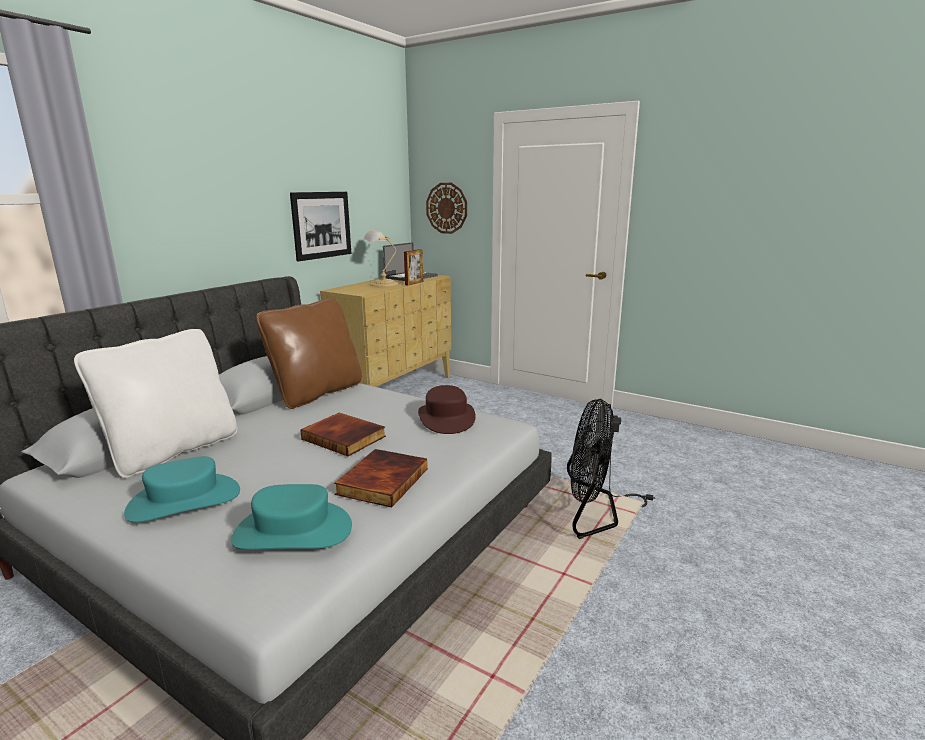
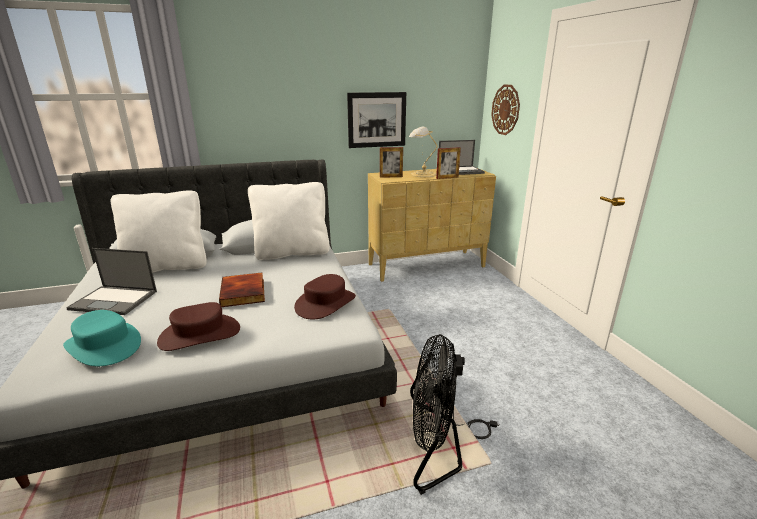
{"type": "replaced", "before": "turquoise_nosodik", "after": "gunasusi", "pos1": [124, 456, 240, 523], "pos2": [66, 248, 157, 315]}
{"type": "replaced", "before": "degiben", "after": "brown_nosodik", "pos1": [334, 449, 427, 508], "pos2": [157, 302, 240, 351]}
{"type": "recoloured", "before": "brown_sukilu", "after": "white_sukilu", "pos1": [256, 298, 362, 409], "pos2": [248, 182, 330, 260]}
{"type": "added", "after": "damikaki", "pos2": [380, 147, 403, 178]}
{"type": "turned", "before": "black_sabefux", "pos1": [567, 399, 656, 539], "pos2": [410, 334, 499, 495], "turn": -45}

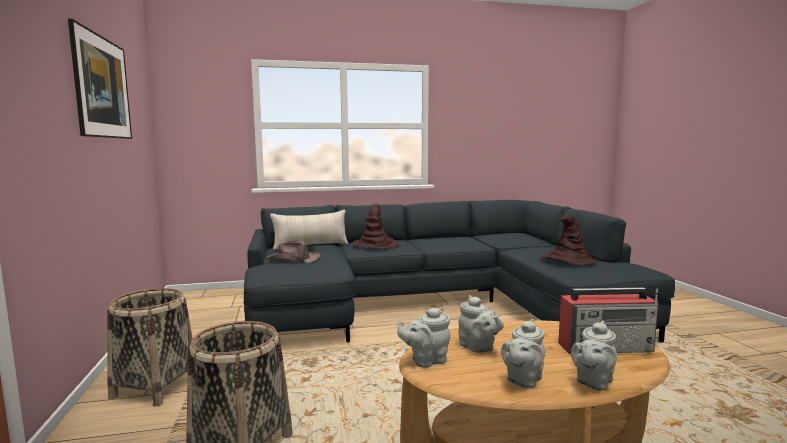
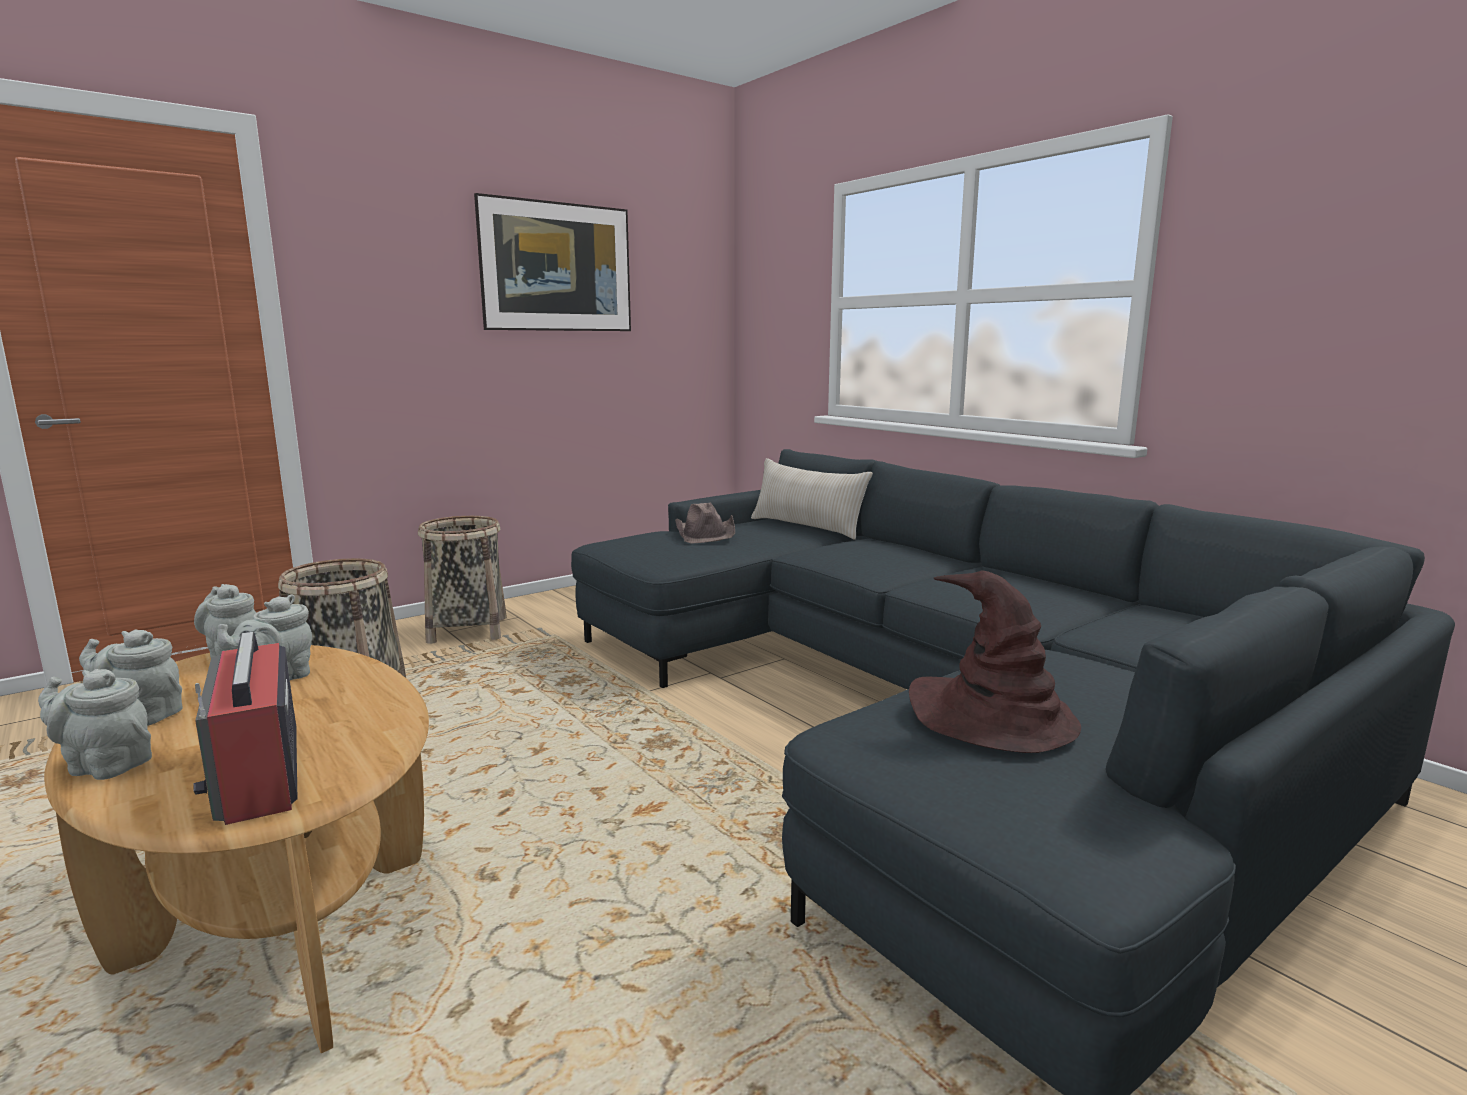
{"type": "removed", "before": "brown_nosodik", "pos1": [353, 204, 399, 249]}

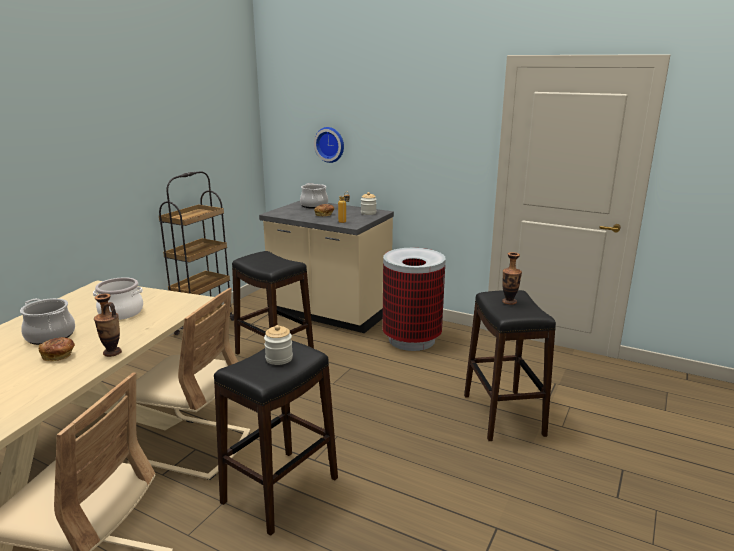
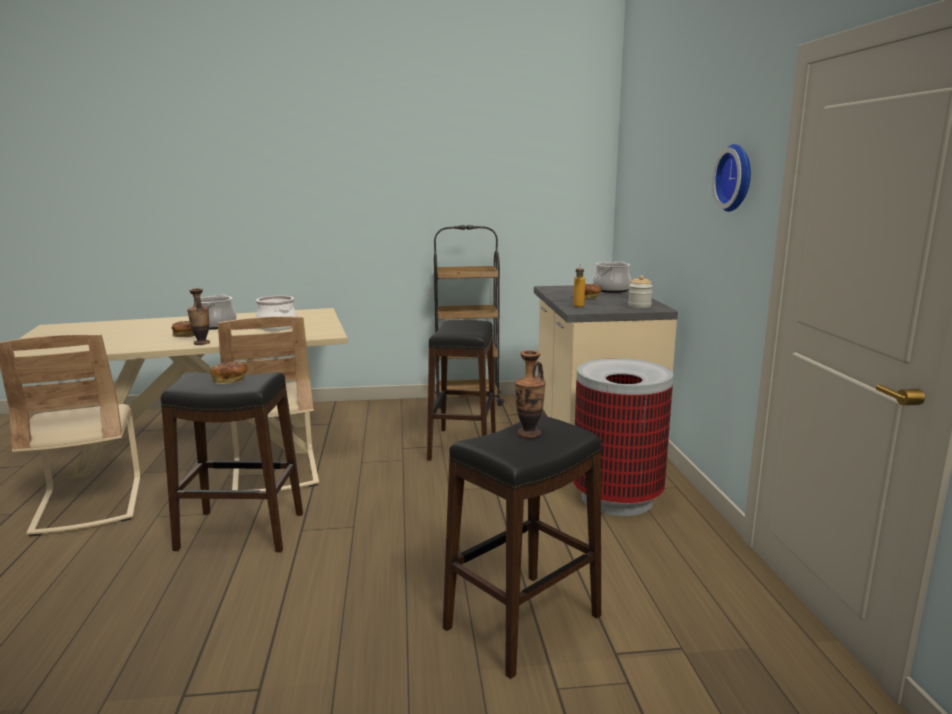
{"type": "replaced", "before": "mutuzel", "after": "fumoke", "pos1": [264, 325, 293, 365], "pos2": [210, 361, 248, 384]}
{"type": "moved", "before": "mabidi", "pos1": [314, 127, 344, 163], "pos2": [712, 144, 751, 212]}

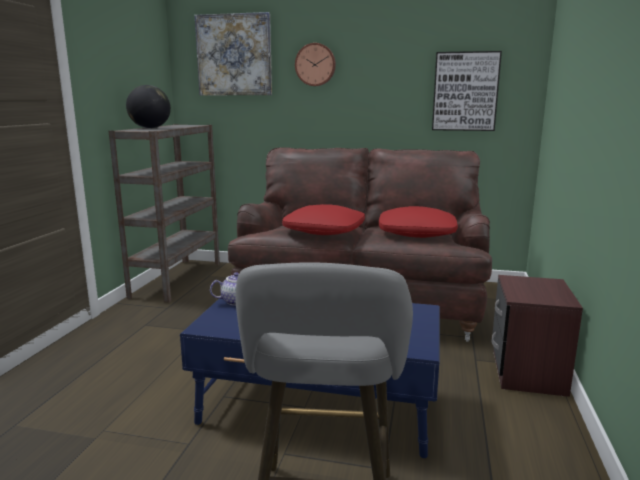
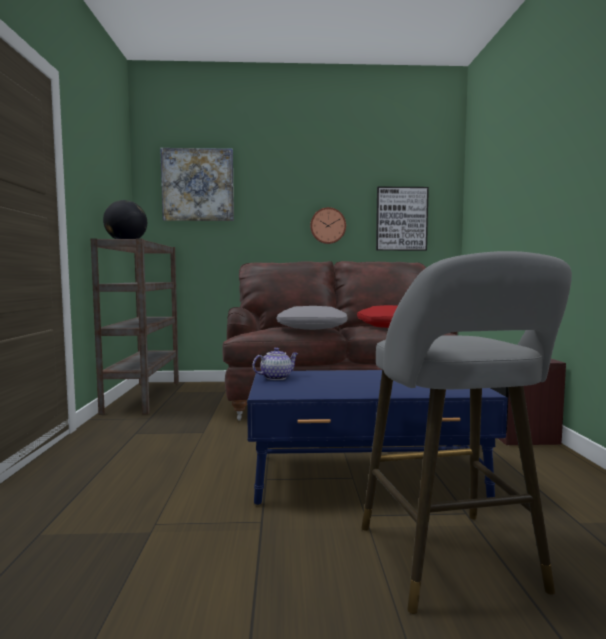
{"type": "recoloured", "before": "red_sukilu", "after": "grey_sukilu", "pos1": [282, 204, 365, 235], "pos2": [276, 306, 348, 330]}
{"type": "moved", "before": "mabidi", "pos1": [295, 43, 336, 86], "pos2": [310, 207, 346, 244]}

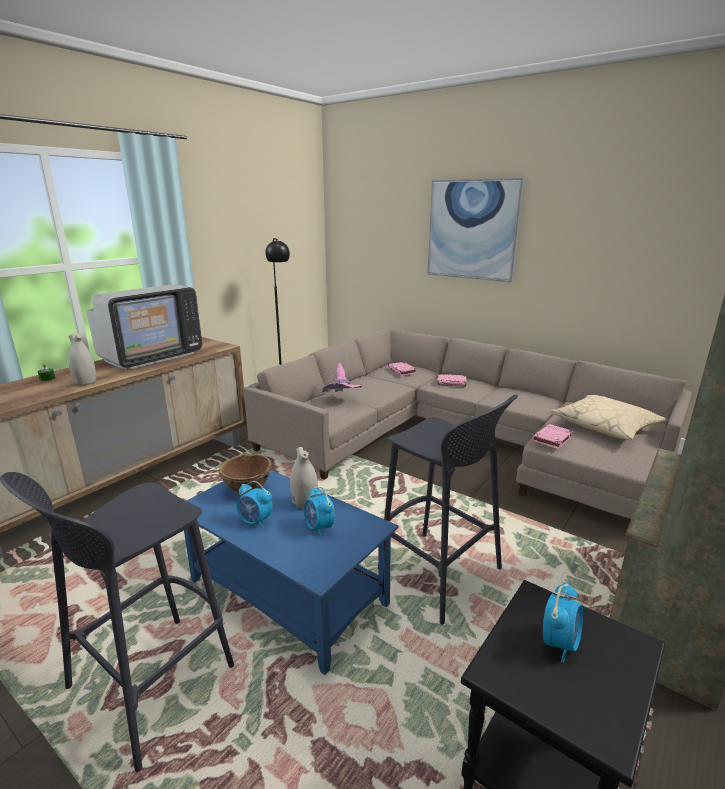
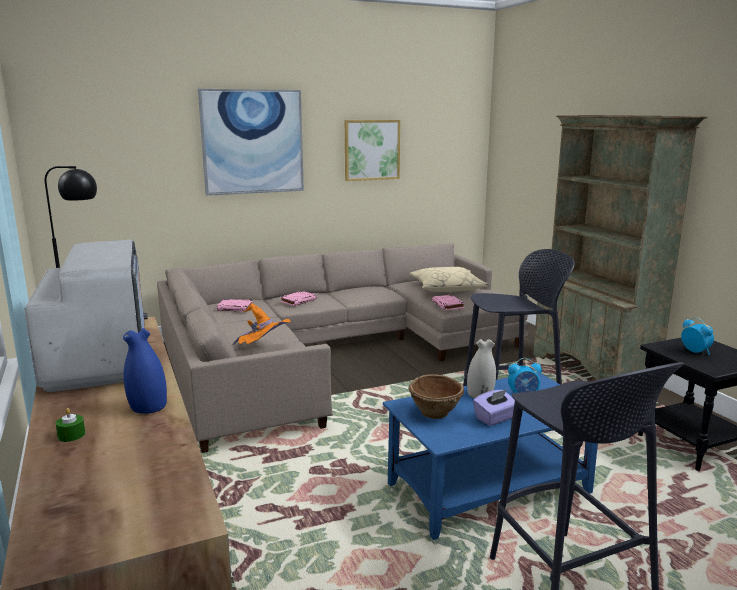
{"type": "recoloured", "before": "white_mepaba", "after": "blue_mepaba", "pos1": [68, 333, 96, 385], "pos2": [123, 328, 167, 414]}
{"type": "recoloured", "before": "pink_nosodik", "after": "orange_nosodik", "pos1": [322, 363, 363, 392], "pos2": [232, 303, 291, 345]}
{"type": "added", "after": "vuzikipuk", "pos2": [345, 120, 400, 181]}
{"type": "replaced", "before": "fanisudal", "after": "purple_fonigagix", "pos1": [237, 481, 273, 529], "pos2": [473, 389, 515, 426]}

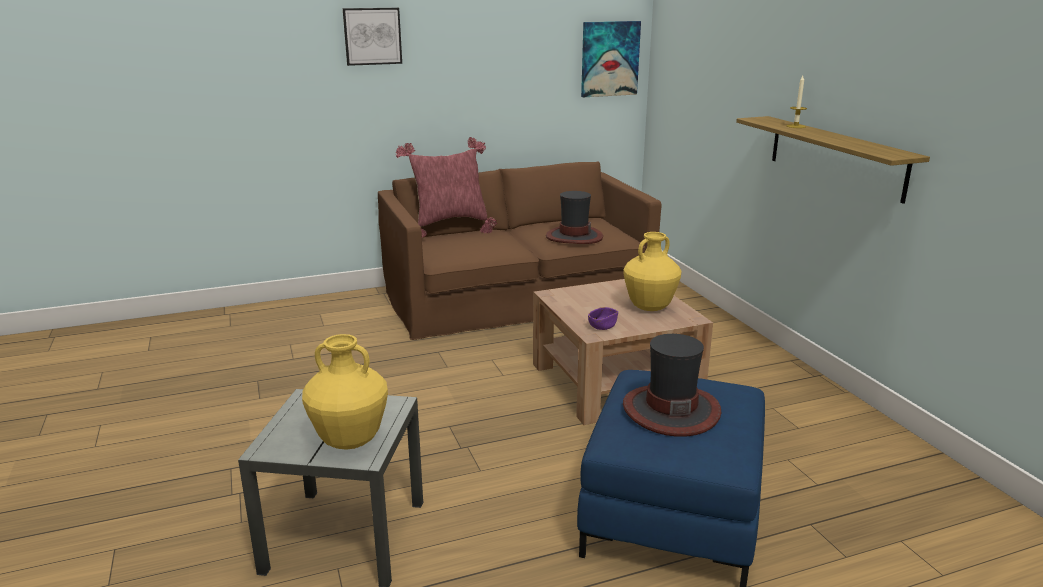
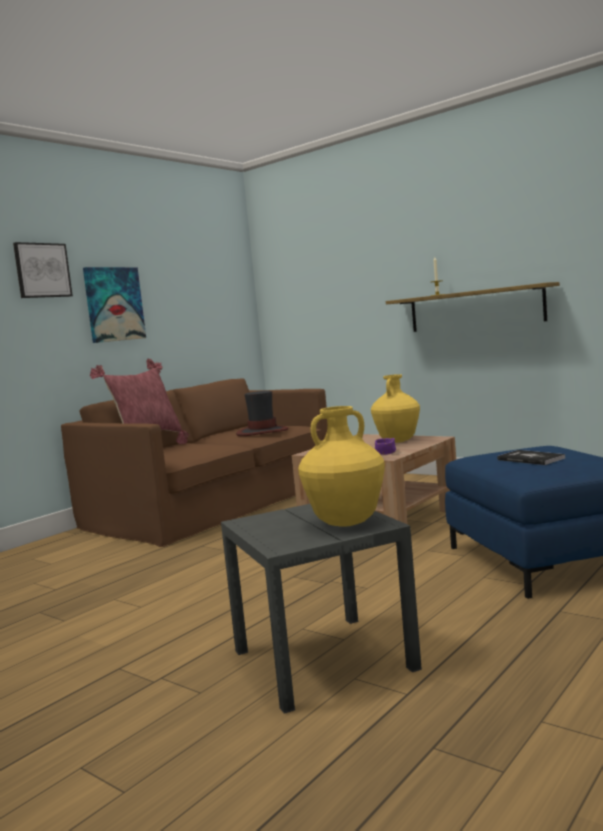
{"type": "moved", "before": "vuzikipuk", "pos1": [581, 21, 641, 97], "pos2": [83, 267, 146, 343]}
{"type": "replaced", "before": "nosodik", "after": "degiben", "pos1": [623, 334, 721, 437], "pos2": [497, 450, 565, 465]}

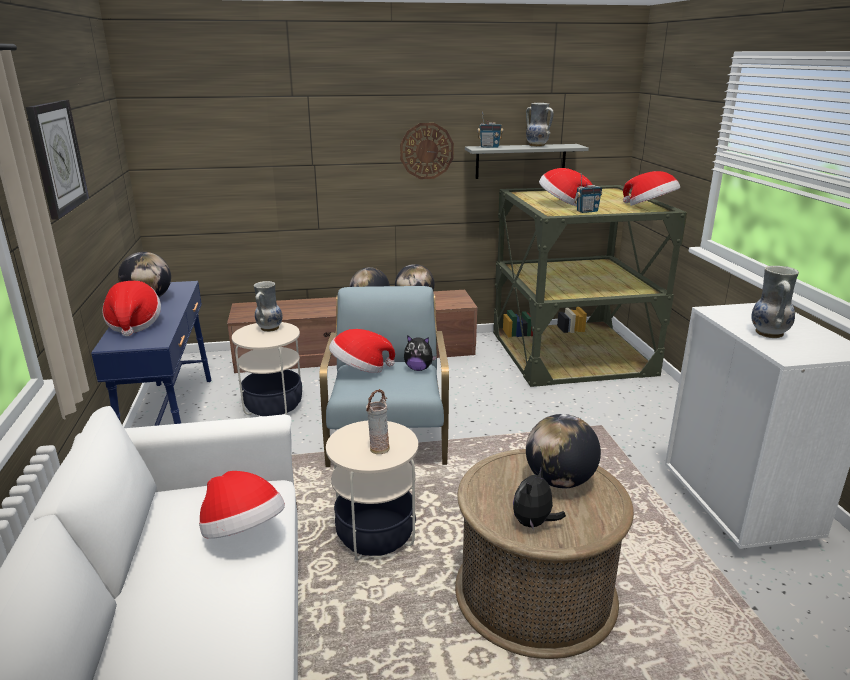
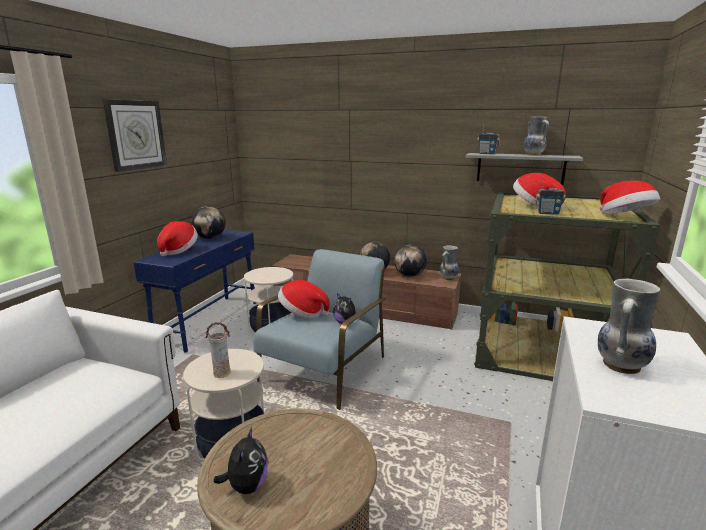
{"type": "turned", "before": "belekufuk", "pos1": [513, 467, 566, 530], "pos2": [214, 427, 268, 494], "turn": 120}
{"type": "moved", "before": "mepaba", "pos1": [254, 281, 283, 332], "pos2": [440, 245, 459, 280]}
{"type": "removed", "before": "nosodik", "pos1": [199, 471, 285, 539]}
{"type": "removed", "before": "mabidi", "pos1": [400, 123, 454, 179]}
{"type": "removed", "before": "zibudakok", "pos1": [526, 414, 601, 488]}

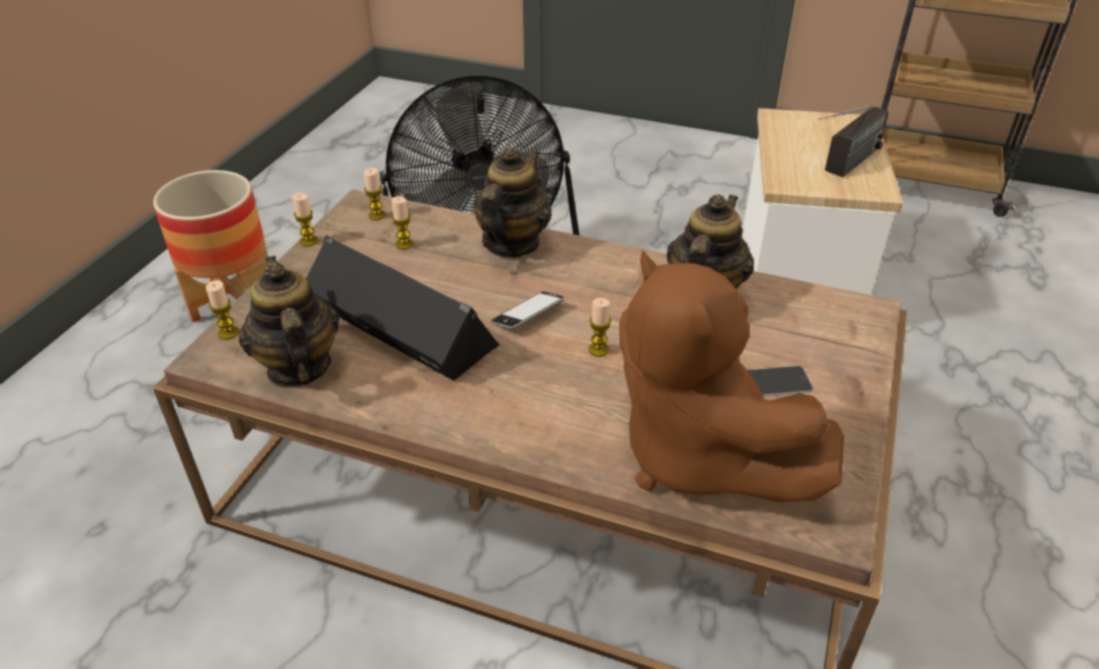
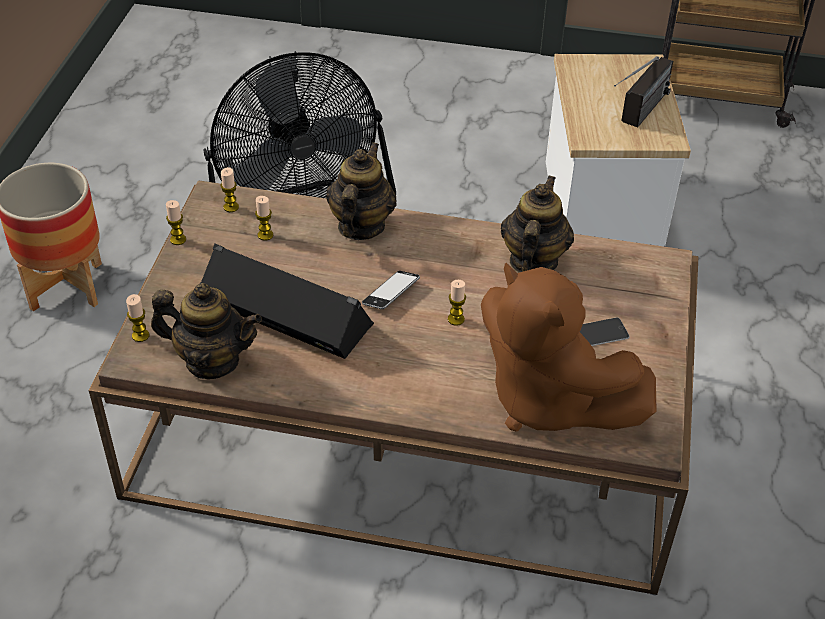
{"type": "turned", "before": "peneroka", "pos1": [239, 256, 339, 388], "pos2": [151, 283, 262, 379], "turn": 135}

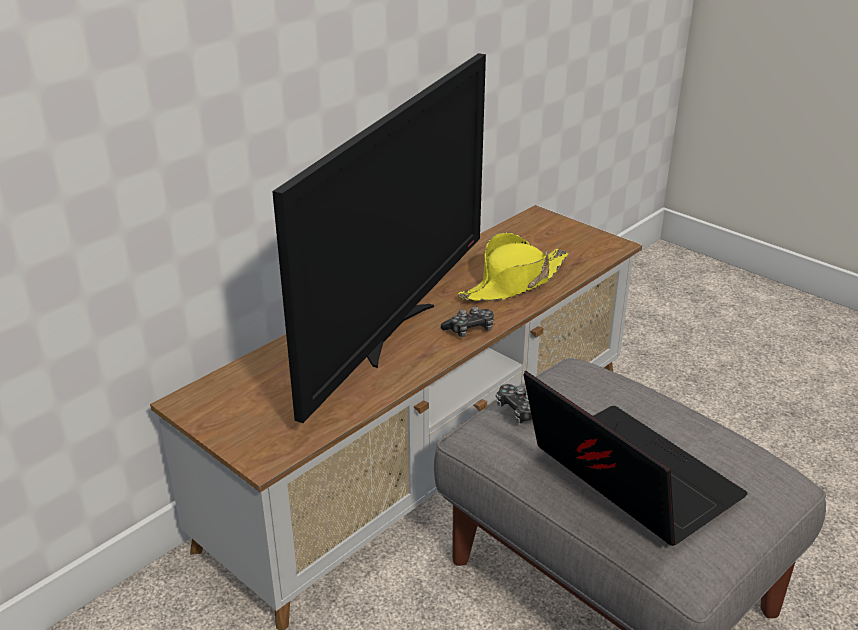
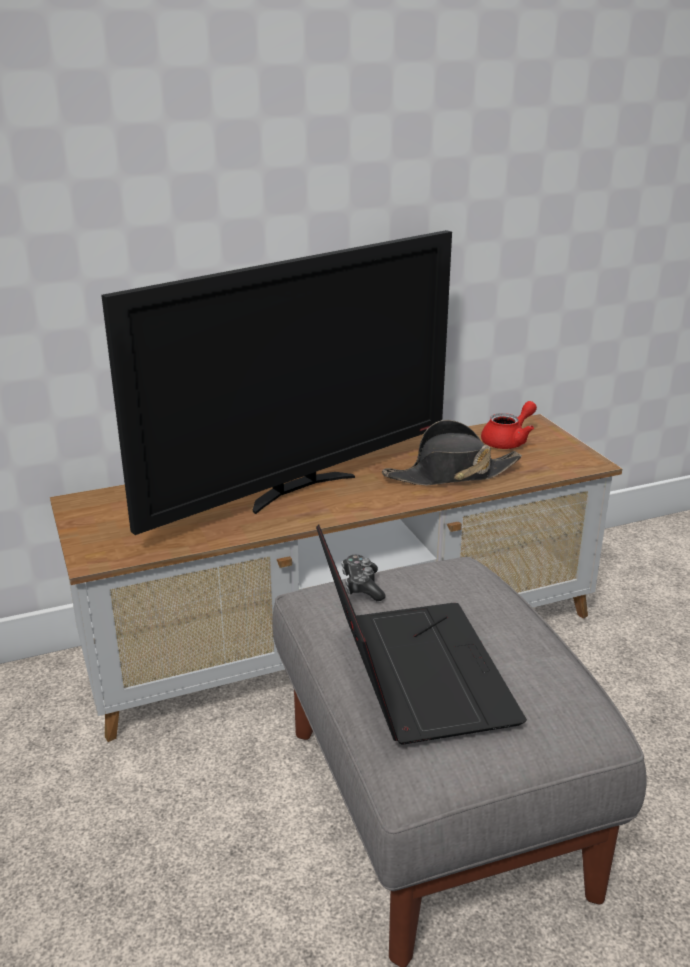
{"type": "recoloured", "before": "yellow_nosodik", "after": "black_nosodik", "pos1": [458, 233, 568, 301], "pos2": [382, 420, 522, 485]}
{"type": "added", "after": "red_peneroka", "pos2": [481, 401, 537, 449]}
{"type": "removed", "before": "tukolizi", "pos1": [441, 306, 494, 337]}

